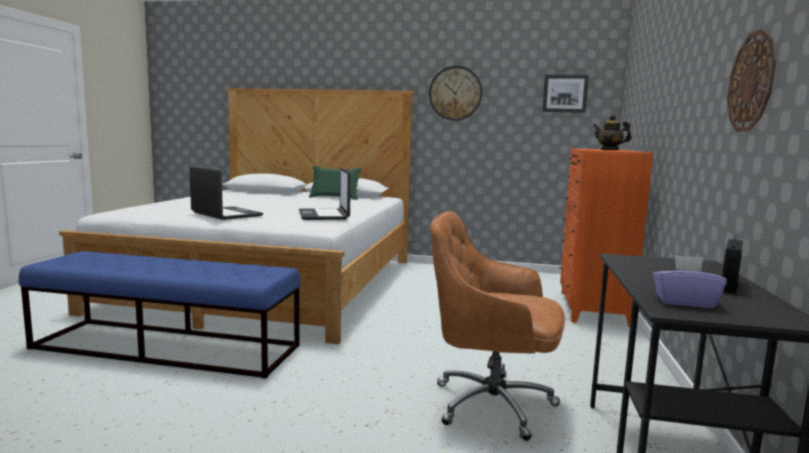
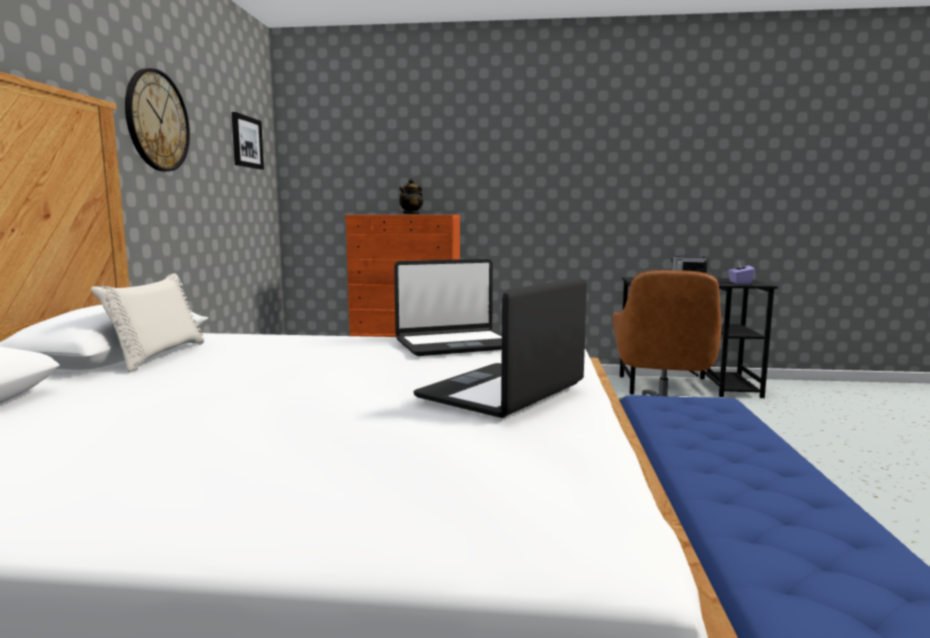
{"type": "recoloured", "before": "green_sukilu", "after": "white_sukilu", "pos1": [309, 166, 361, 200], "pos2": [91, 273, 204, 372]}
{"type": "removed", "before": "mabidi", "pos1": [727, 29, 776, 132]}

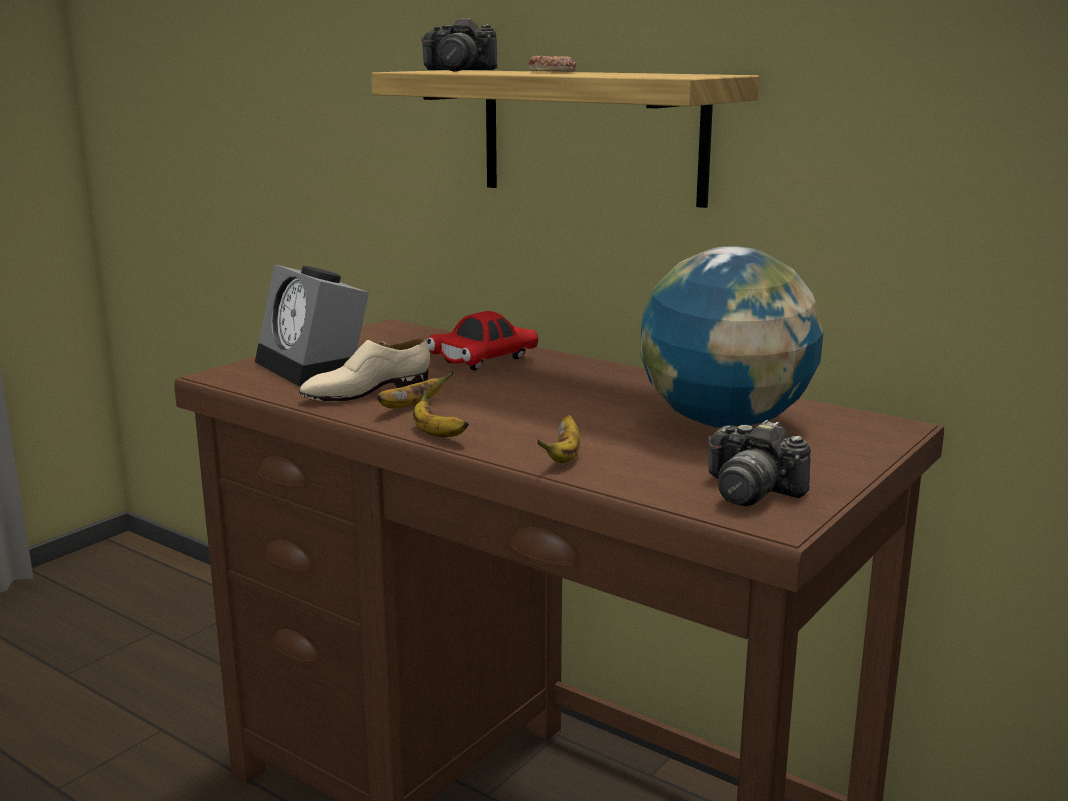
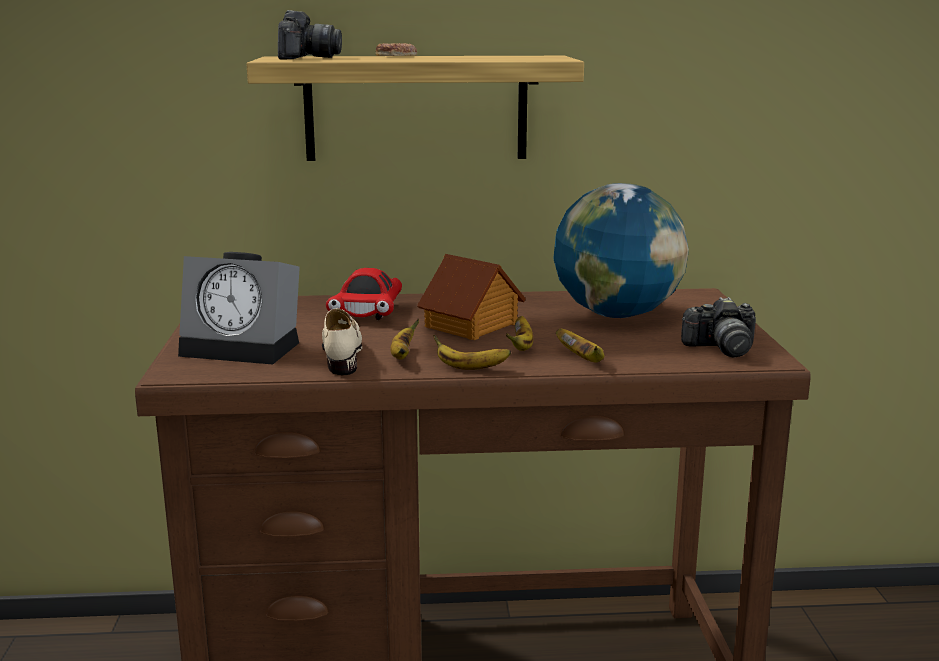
{"type": "turned", "before": "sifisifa", "pos1": [421, 18, 498, 71], "pos2": [278, 10, 342, 59], "turn": -60}
{"type": "turned", "before": "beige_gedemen", "pos1": [299, 338, 430, 401], "pos2": [322, 308, 362, 375], "turn": 150}
{"type": "added", "after": "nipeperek", "pos2": [417, 254, 526, 340]}
{"type": "added", "after": "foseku", "pos2": [506, 316, 533, 351]}

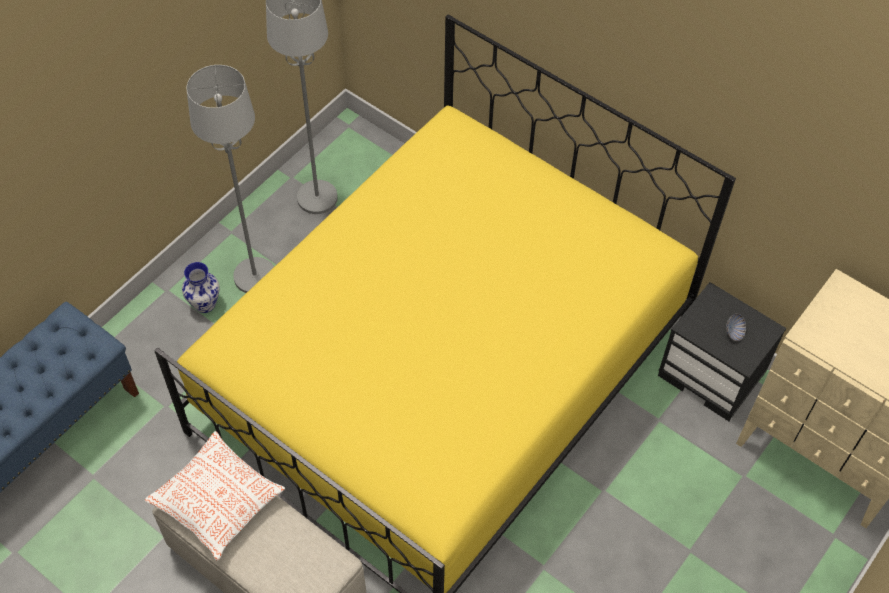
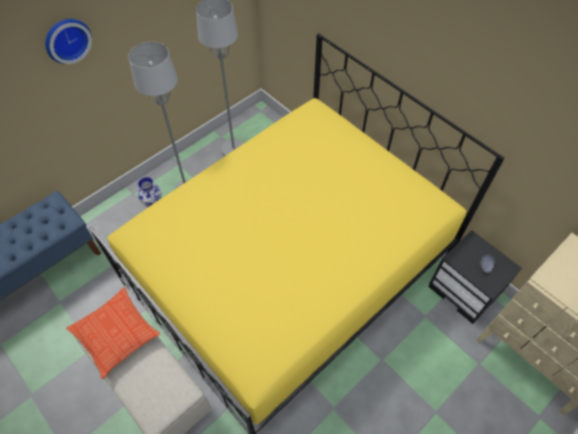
{"type": "added", "after": "mabidi", "pos2": [45, 19, 92, 64]}
{"type": "recoloured", "before": "white_sukilu", "after": "orange_sukilu", "pos1": [145, 431, 285, 561], "pos2": [66, 287, 160, 379]}

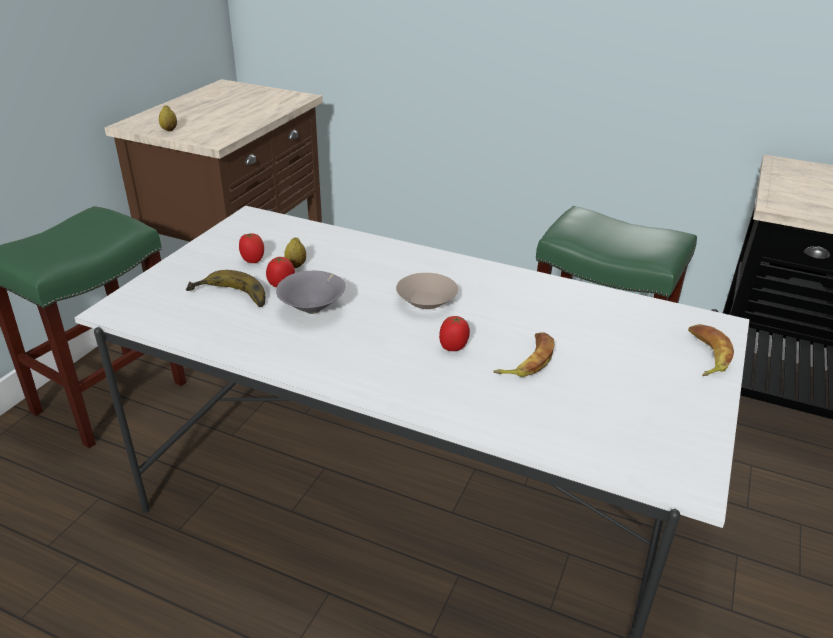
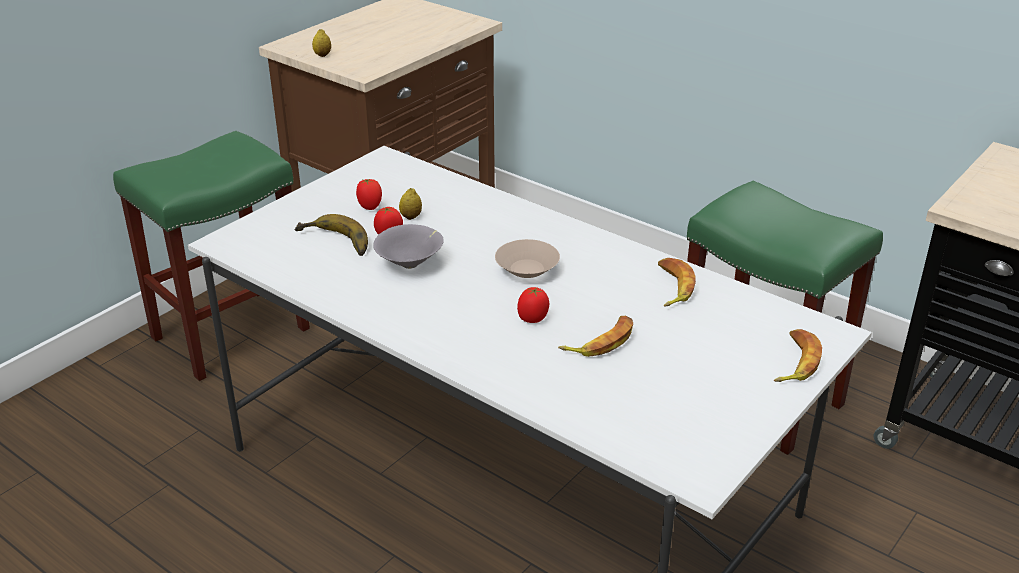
{"type": "added", "after": "foseku", "pos2": [658, 258, 696, 307]}

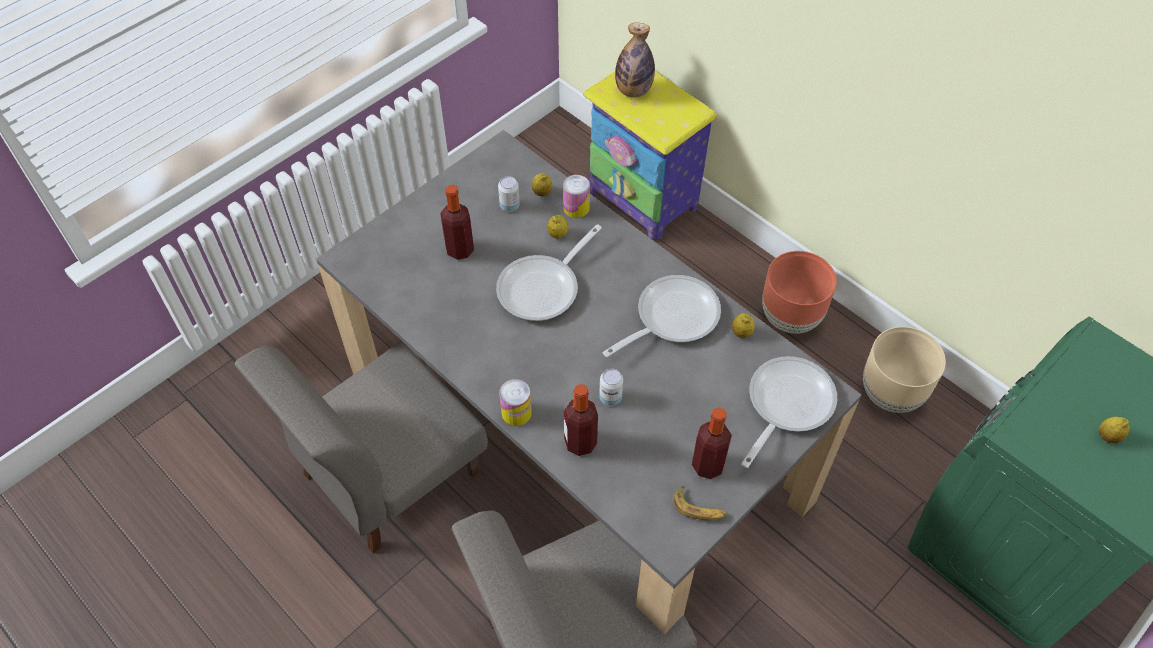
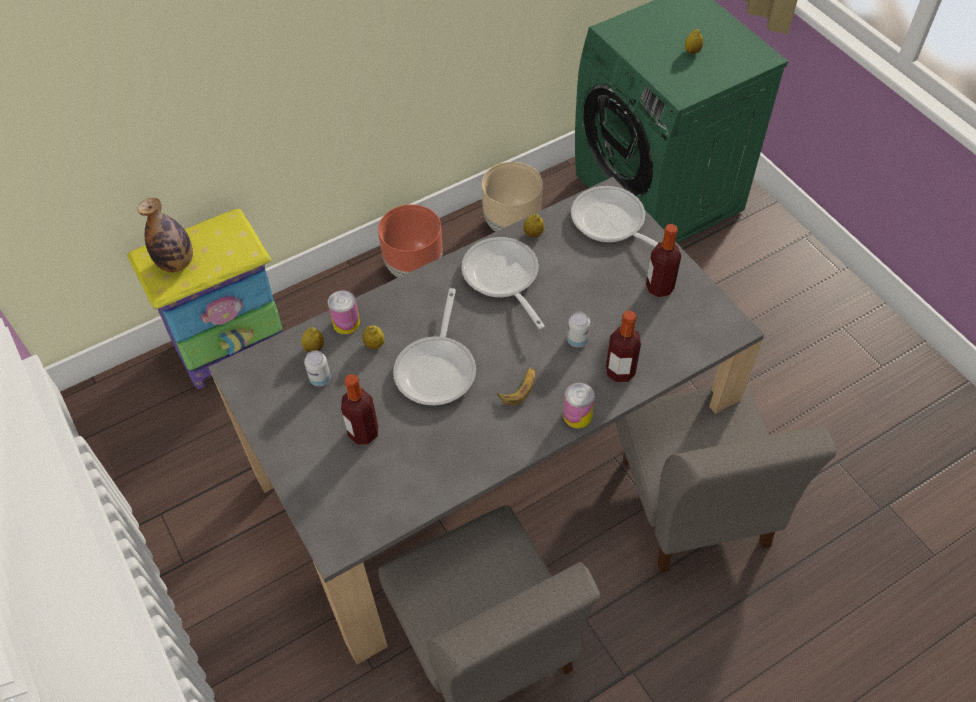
{"type": "turned", "before": "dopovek", "pos1": [496, 224, 602, 321], "pos2": [393, 288, 476, 405], "turn": 45}
{"type": "moved", "before": "foseku", "pos1": [673, 486, 727, 521], "pos2": [497, 368, 535, 405]}

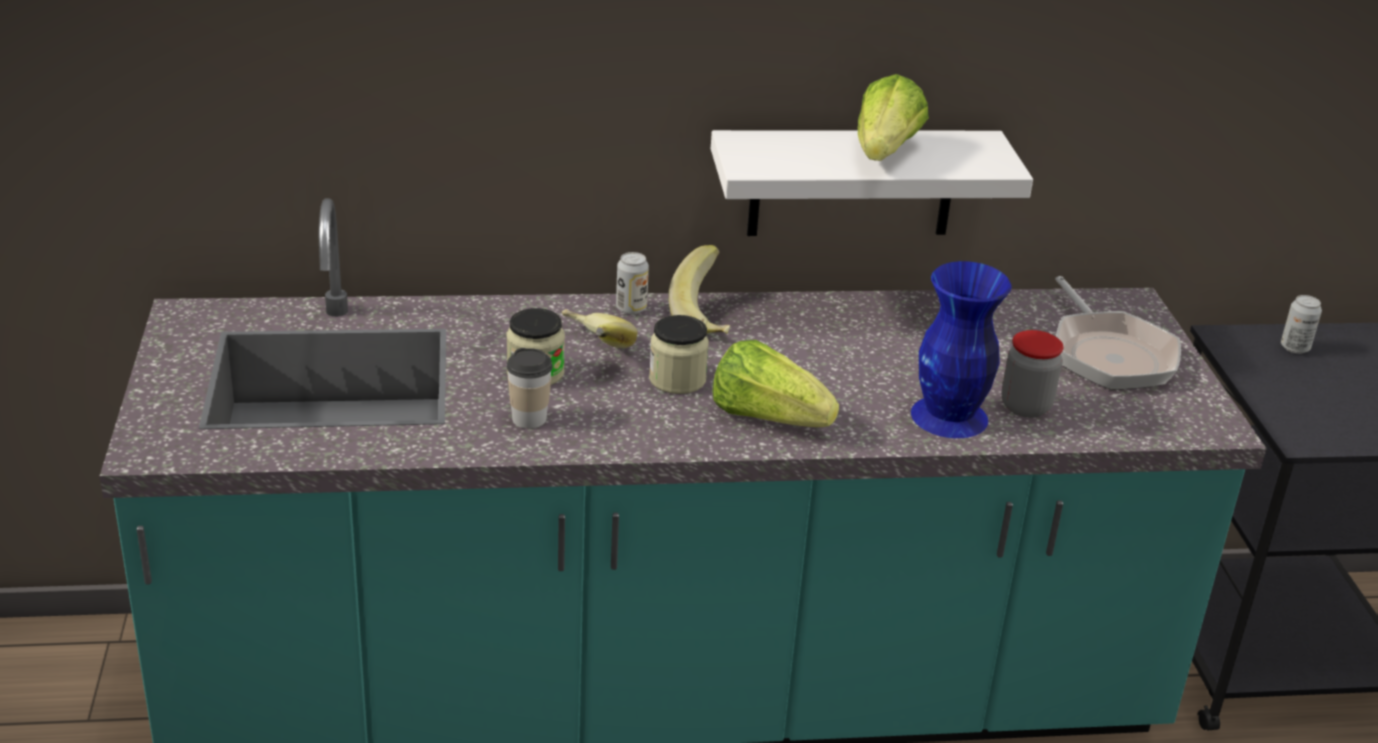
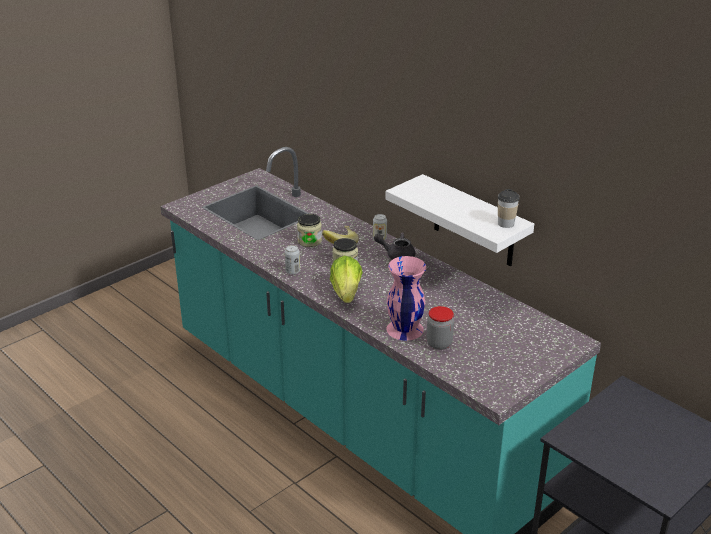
{"type": "moved", "before": "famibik", "pos1": [1281, 295, 1322, 354], "pos2": [285, 245, 300, 275]}
{"type": "replaced", "before": "foseku", "after": "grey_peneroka", "pos1": [669, 245, 730, 334], "pos2": [374, 232, 415, 260]}
{"type": "recoloured", "before": "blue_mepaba", "after": "pink_mepaba", "pos1": [911, 261, 1012, 438], "pos2": [387, 256, 426, 340]}
{"type": "moved", "before": "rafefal", "pos1": [506, 348, 553, 429], "pos2": [498, 189, 519, 228]}
{"type": "removed", "before": "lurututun", "pos1": [858, 74, 929, 161]}
{"type": "removed", "before": "dopovek", "pos1": [1055, 276, 1181, 390]}

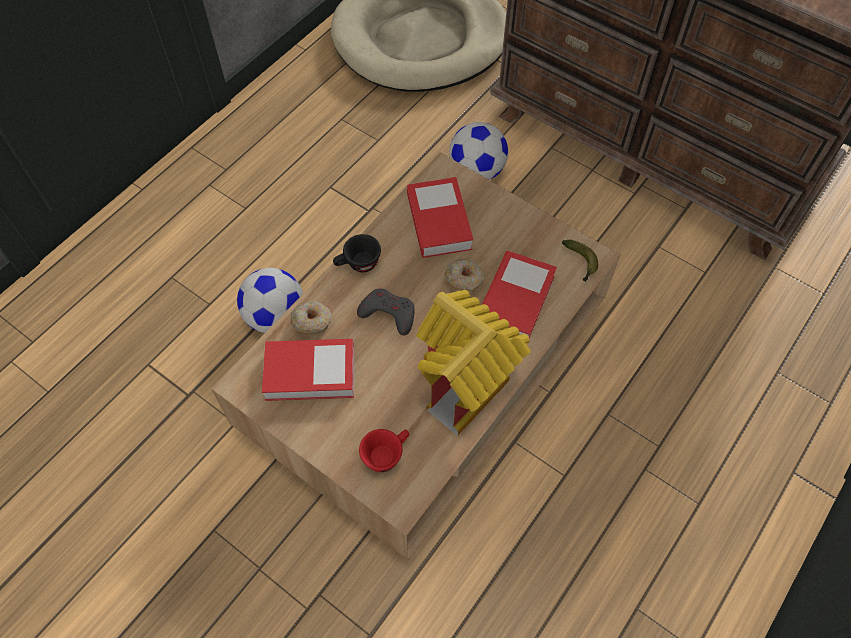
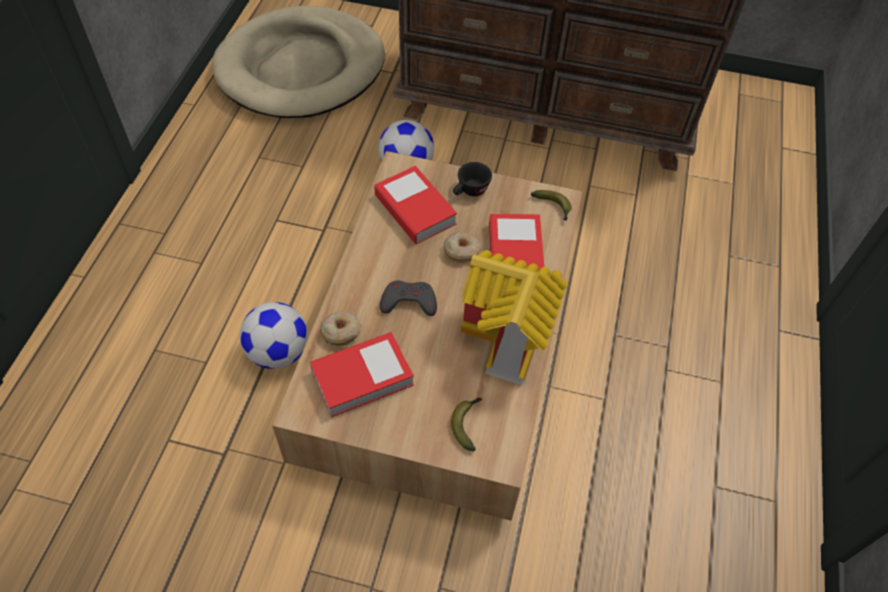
{"type": "replaced", "before": "red_rafefal", "after": "foseku", "pos1": [359, 429, 409, 472], "pos2": [451, 397, 482, 451]}
{"type": "moved", "before": "black_rafefal", "pos1": [333, 234, 381, 272], "pos2": [453, 162, 492, 196]}

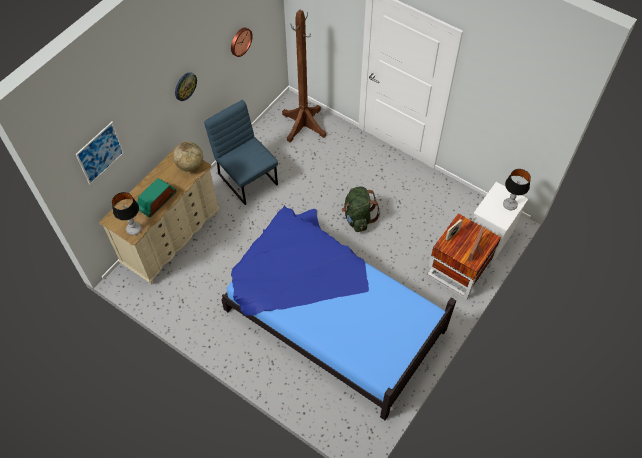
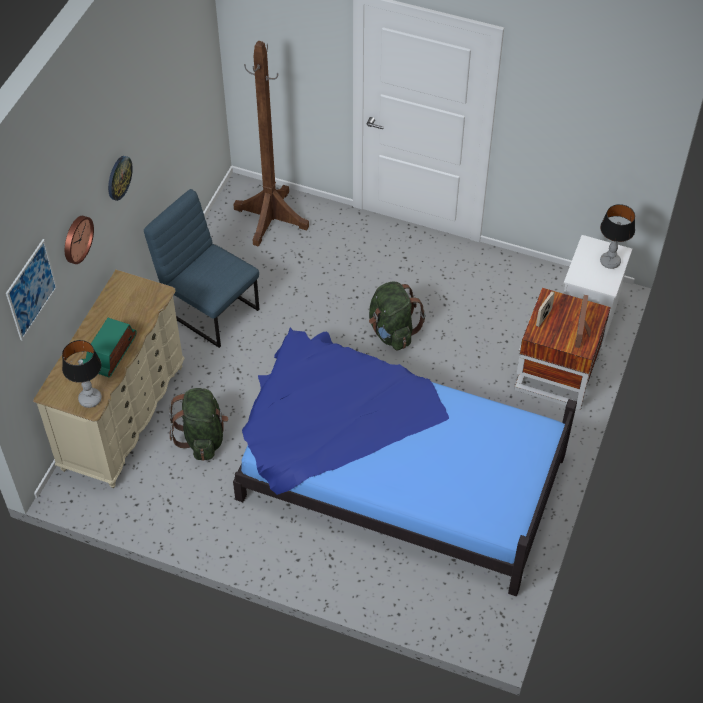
{"type": "moved", "before": "mabidi", "pos1": [231, 28, 253, 57], "pos2": [65, 216, 94, 264]}
{"type": "added", "after": "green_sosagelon", "pos2": [169, 388, 228, 460]}
{"type": "removed", "before": "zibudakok", "pos1": [173, 142, 203, 172]}

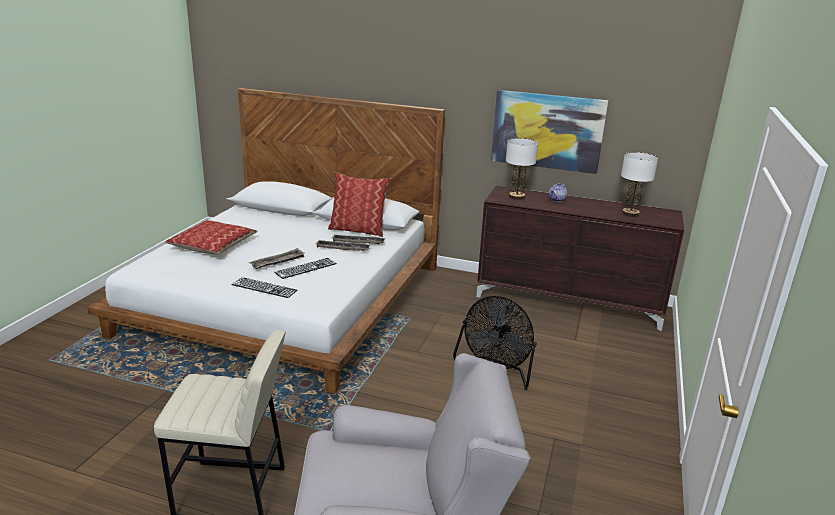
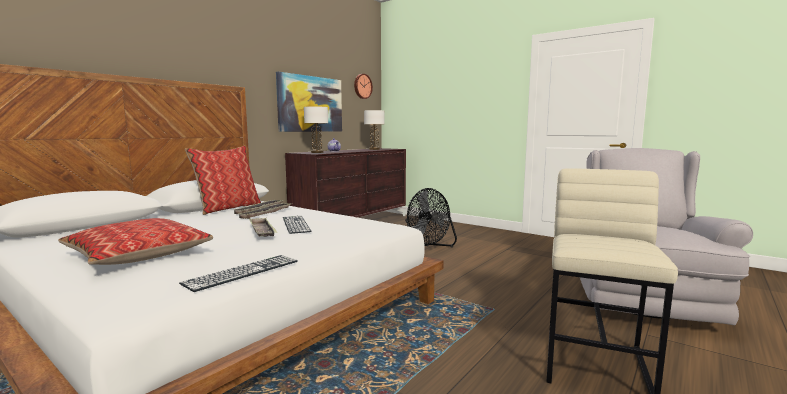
{"type": "moved", "before": "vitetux", "pos1": [231, 277, 298, 298], "pos2": [179, 255, 298, 292]}
{"type": "added", "after": "mabidi", "pos2": [354, 74, 373, 99]}

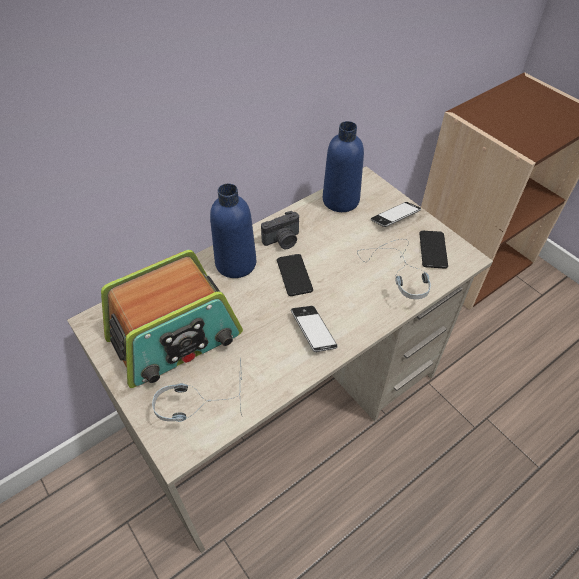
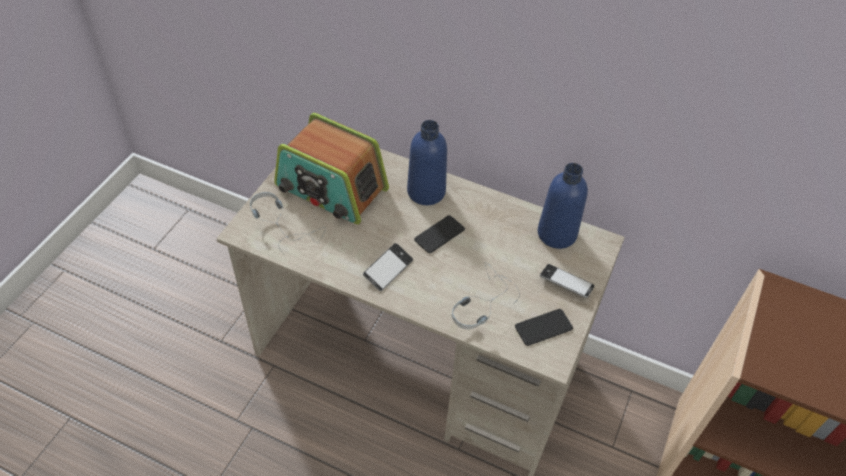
{"type": "removed", "before": "sifisifa", "pos1": [261, 211, 299, 249]}

